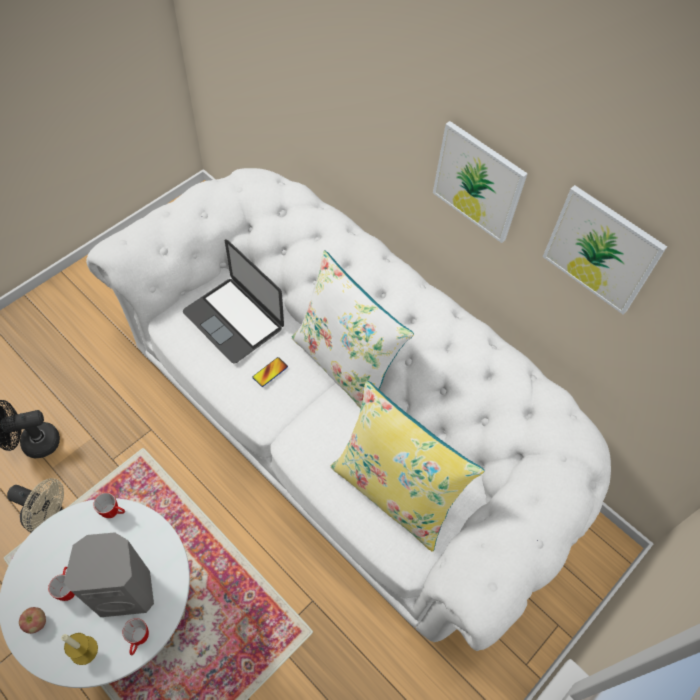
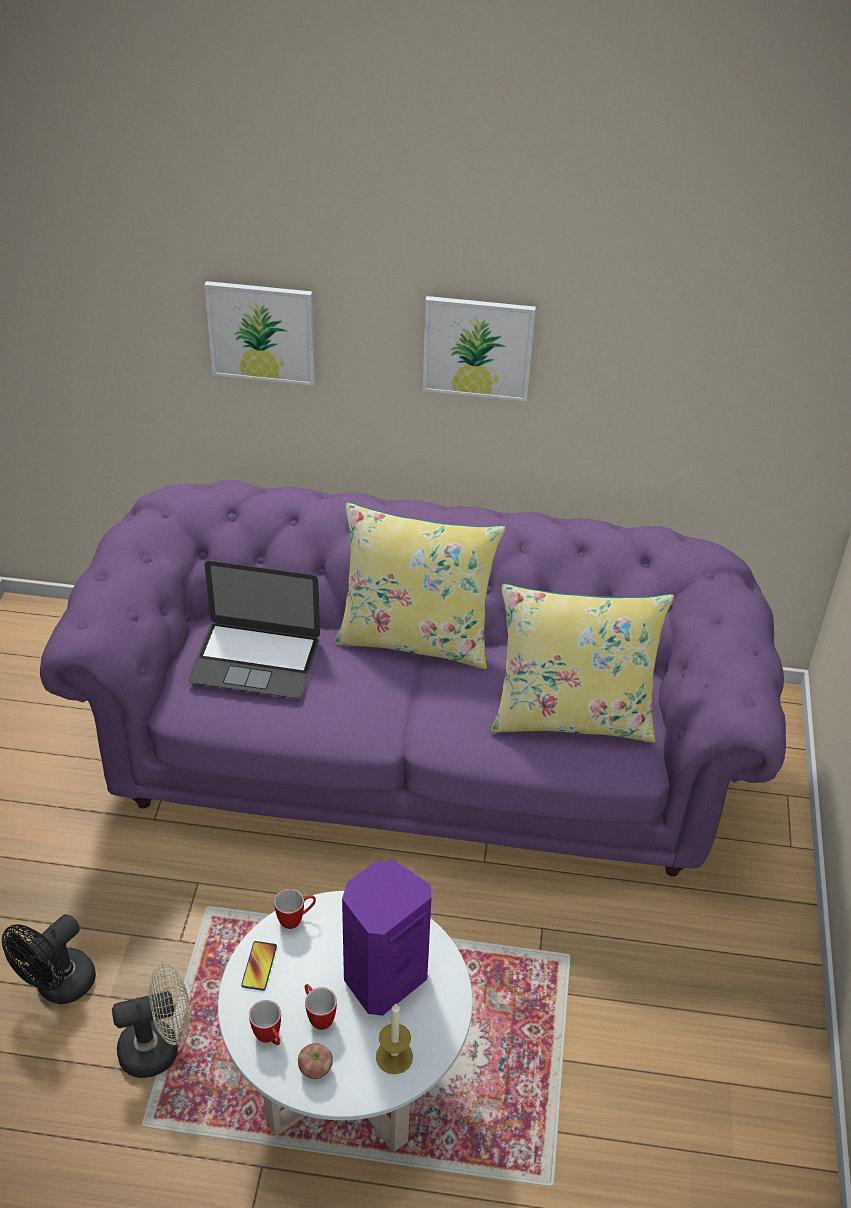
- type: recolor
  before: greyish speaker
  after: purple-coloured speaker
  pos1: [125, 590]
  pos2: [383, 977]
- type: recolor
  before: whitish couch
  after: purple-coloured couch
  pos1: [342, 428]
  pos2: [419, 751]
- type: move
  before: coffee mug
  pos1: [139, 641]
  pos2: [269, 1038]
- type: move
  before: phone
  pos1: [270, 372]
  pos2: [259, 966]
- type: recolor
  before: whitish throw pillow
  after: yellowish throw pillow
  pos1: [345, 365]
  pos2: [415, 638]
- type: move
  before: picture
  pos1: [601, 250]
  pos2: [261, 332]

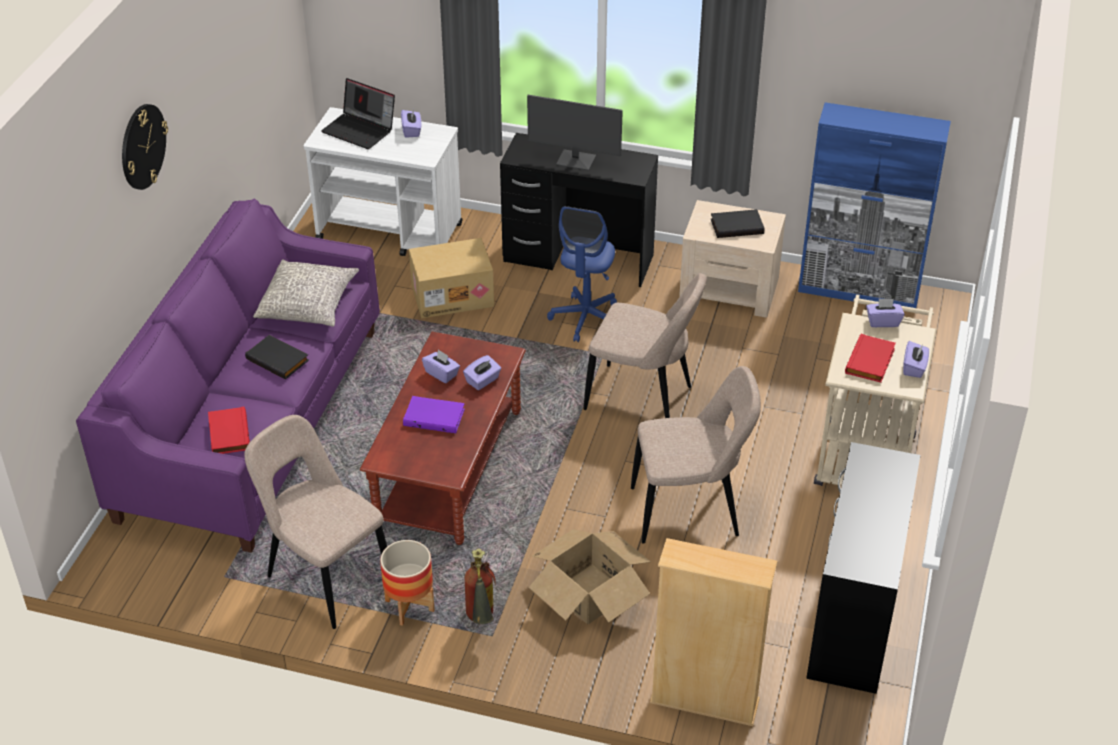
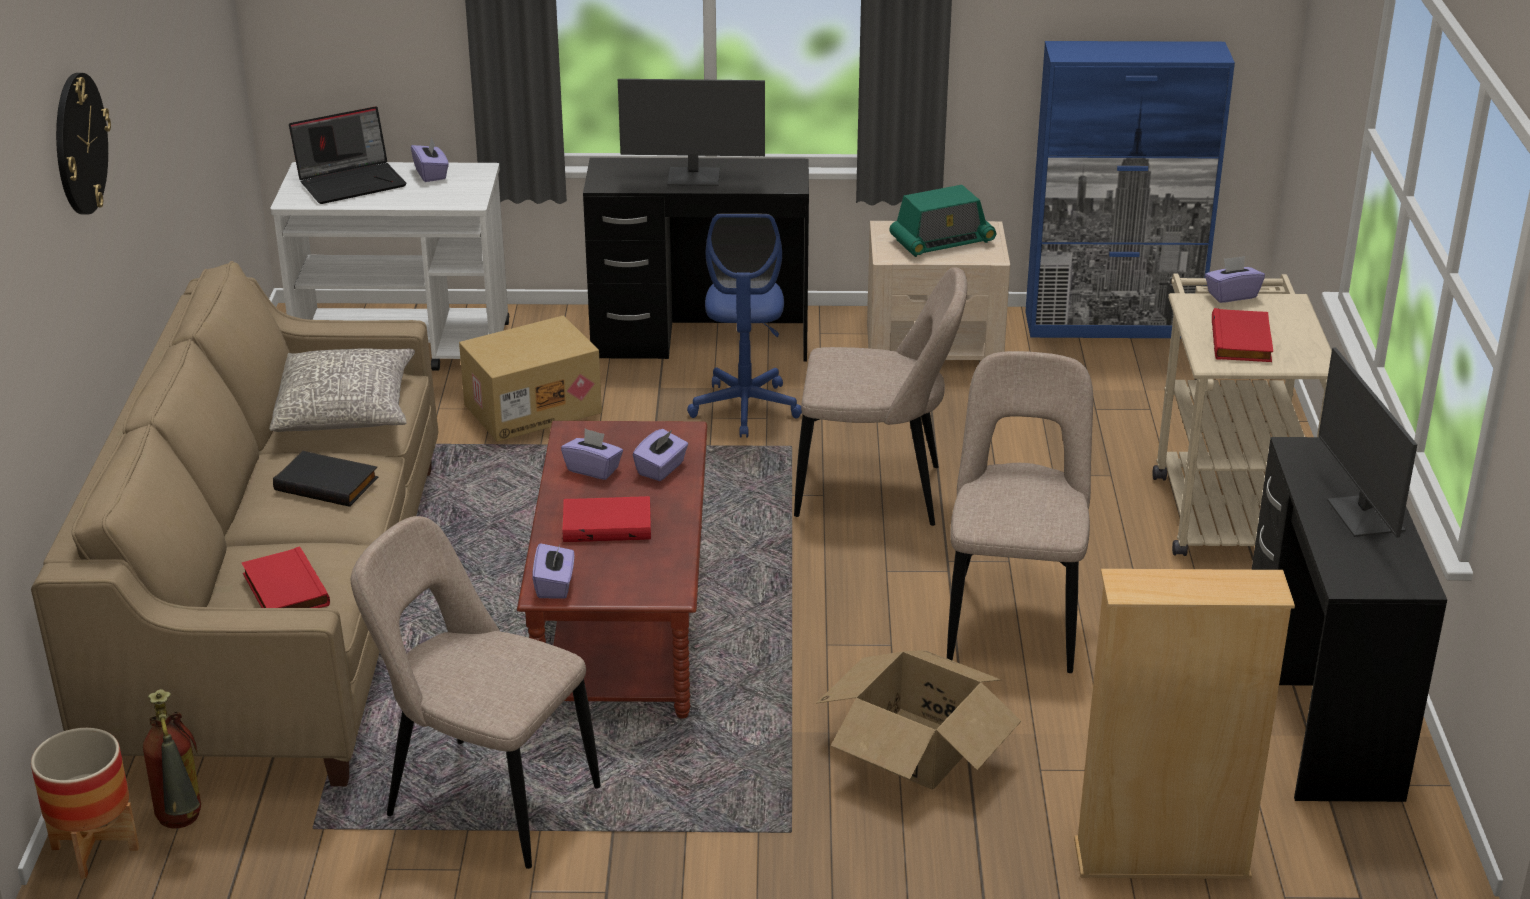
- type: recolor
  before: purple-coloured couch
  after: sand-coloured couch
  pos1: [252, 422]
  pos2: [279, 611]
- type: rotate
  before: portable computer
  pos1: [360, 130]
  pos2: [352, 181]
  turn: -45
- type: move
  before: planter
  pos1: [409, 606]
  pos2: [95, 848]
- type: recolor
  before: purple-coloured bound book
  after: red bound book
  pos1: [435, 416]
  pos2: [607, 523]
- type: move
  before: extinguisher
  pos1: [481, 623]
  pos2: [183, 828]
- type: rotate
  before: sand-coloured plain chair
  pos1: [690, 511]
  pos2: [1014, 618]
  turn: -60
- type: replace
  before: black-coloured bound book
  after: radio set
  pos1: [737, 226]
  pos2: [942, 241]
- type: move
  before: purple-coloured box of tissues
  pos1: [914, 368]
  pos2: [555, 585]
- type: insert
  after: computer screen
  pos2: [1363, 516]

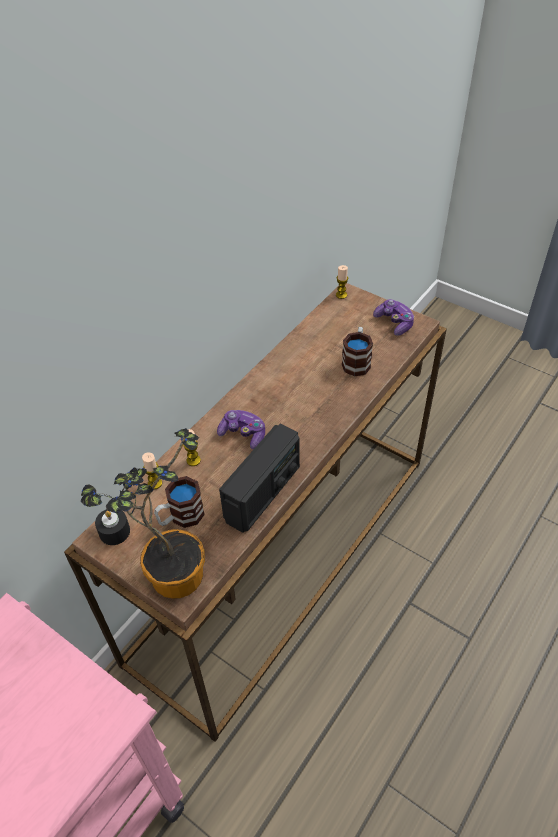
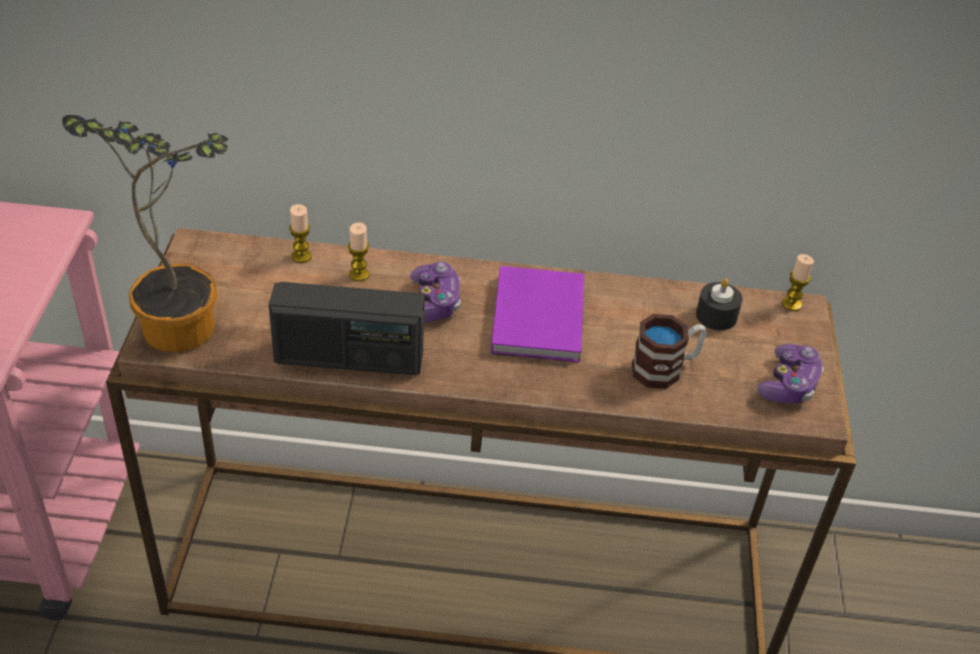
- type: move
  before: black-coloured candle
  pos1: [114, 532]
  pos2: [716, 316]
- type: delete
  before: coffee mug
  pos1: [180, 517]
- type: insert
  after: purple-coloured bound book
  pos2: [540, 316]

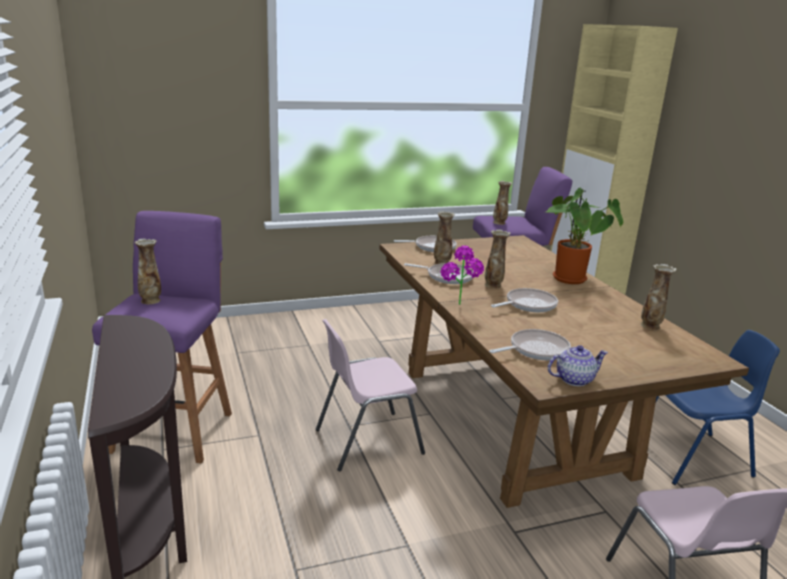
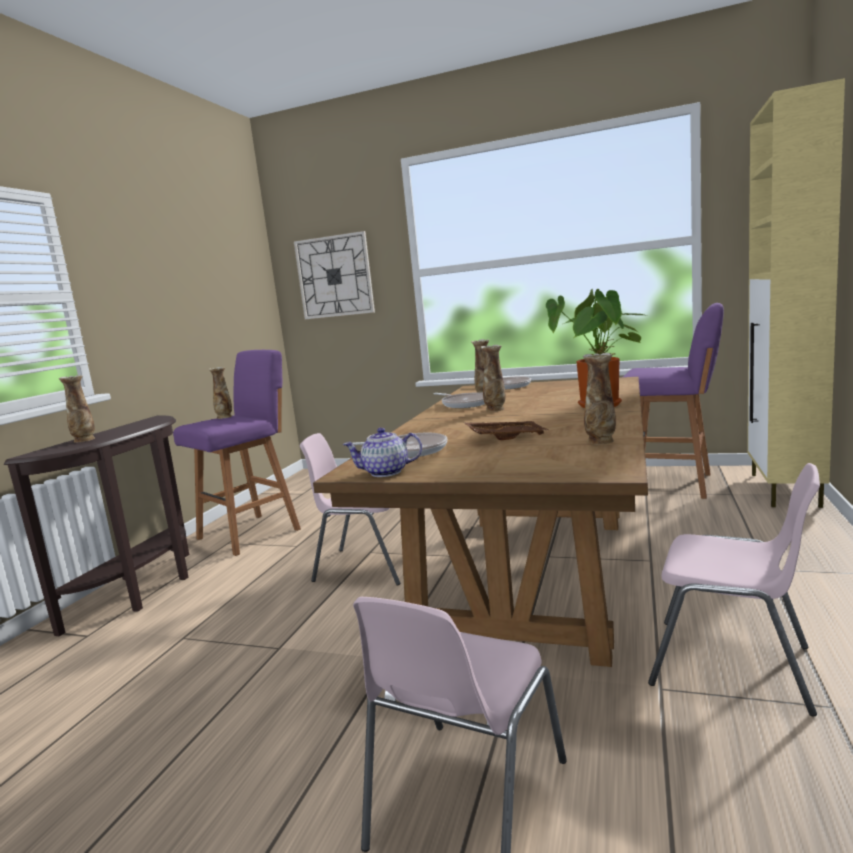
- type: delete
  before: potted plant
  pos1: [459, 307]
- type: delete
  before: frying pan
  pos1: [528, 305]
- type: move
  before: vase
  pos1: [499, 223]
  pos2: [84, 440]
- type: rotate
  before: teapot
  pos1: [573, 379]
  pos2: [386, 472]
  turn: 150
- type: recolor
  before: blue plain chair
  after: pinkish plain chair
  pos1: [694, 457]
  pos2: [733, 666]
- type: insert
  after: wall clock
  pos2: [334, 276]
- type: insert
  after: brownish tray
  pos2: [506, 437]

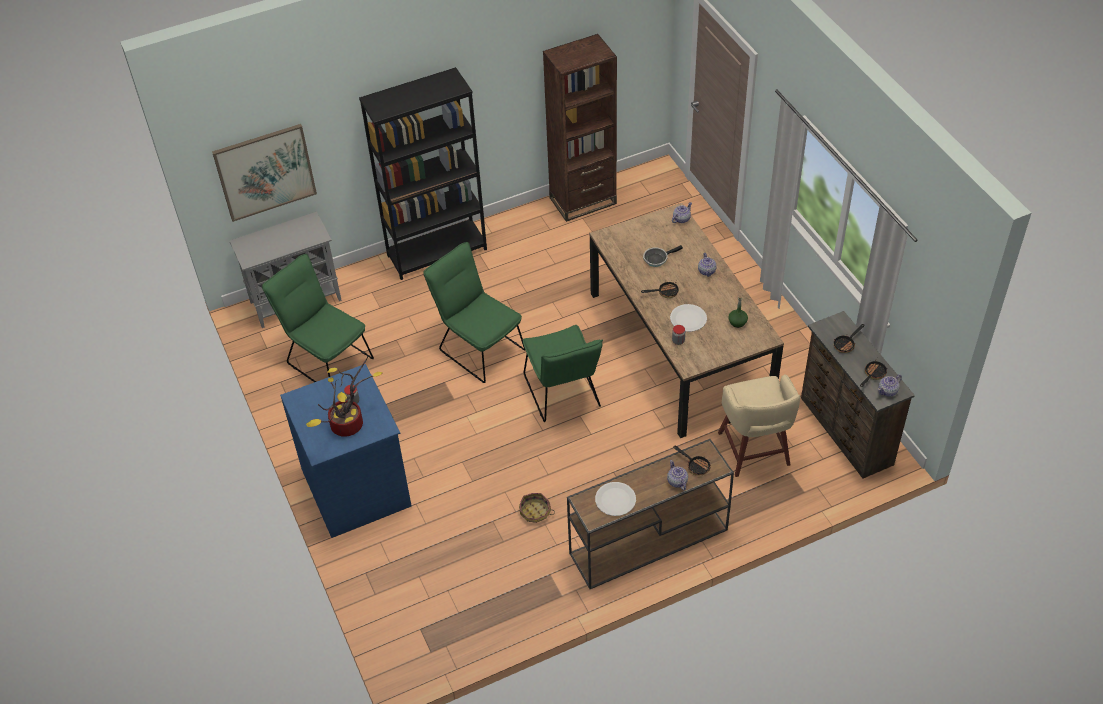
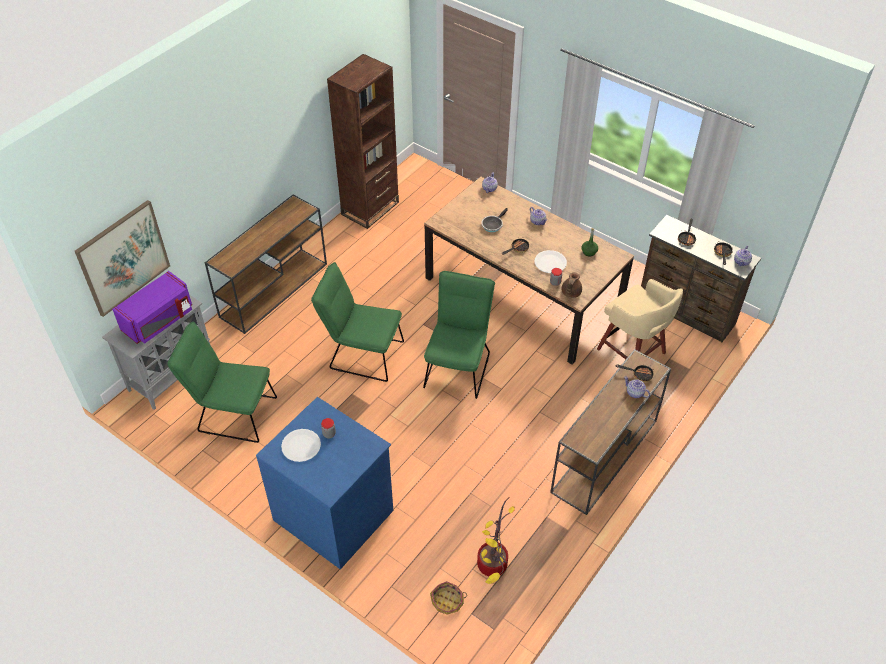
- type: move
  before: potted plant
  pos1: [347, 427]
  pos2: [494, 566]
- type: replace
  before: black-coloured shelving unit
  after: brownish console table
  pos1: [437, 252]
  pos2: [274, 289]
- type: move
  before: basket
  pos1: [535, 512]
  pos2: [447, 601]
- type: rotate
  before: greenish plain chair
  pos1: [563, 395]
  pos2: [458, 366]
  turn: -120
- type: move
  before: whitish flat dish
  pos1: [615, 500]
  pos2: [301, 446]
- type: insert
  after: purple-coloured microwave
  pos2: [159, 321]
- type: insert
  after: brownish teapot
  pos2: [570, 293]

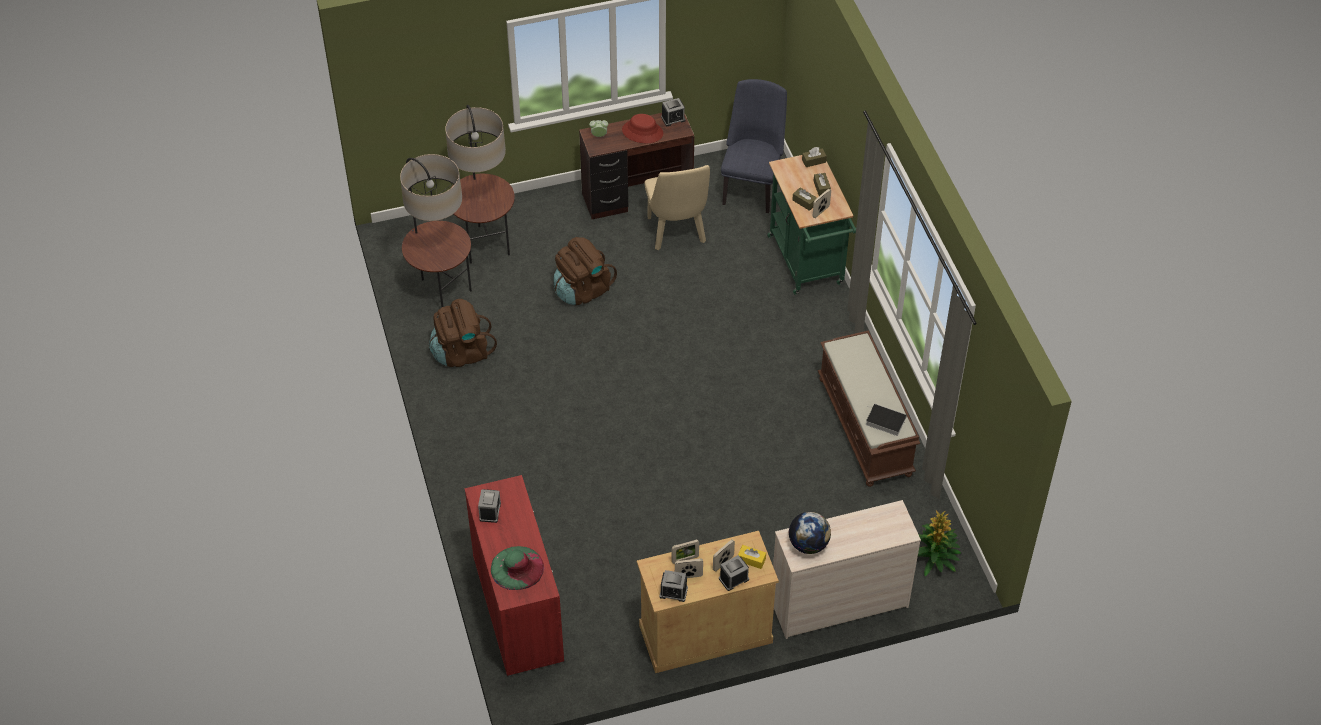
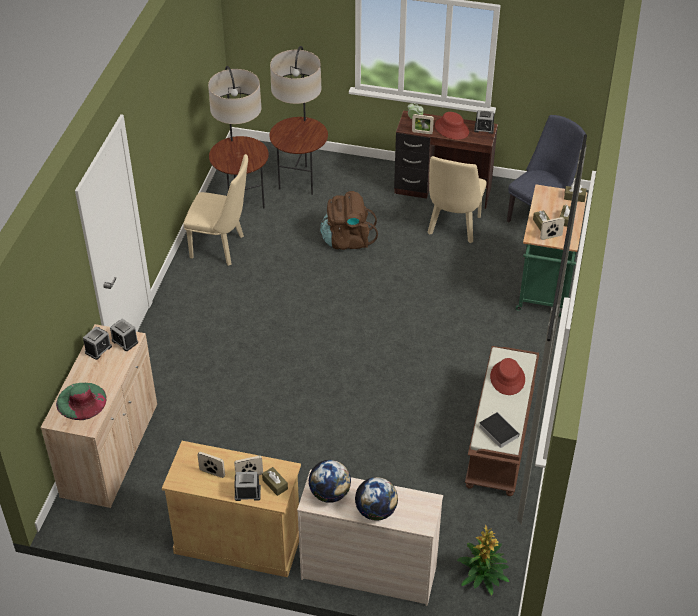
- type: replace
  before: brownish rucksack
  after: sand-coloured plain chair
  pos1: [462, 352]
  pos2: [222, 247]
- type: recolor
  before: red storage cabinet
  after: sand-coloured storage cabinet
  pos1: [518, 608]
  pos2: [110, 451]
- type: move
  before: alarm clock
  pos1: [673, 592]
  pos2: [125, 341]
- type: move
  before: photo frame
  pos1: [685, 559]
  pos2: [422, 132]
- type: recolor
  before: yellowish box of tissues
  after: brownish box of tissues
  pos1: [751, 560]
  pos2: [275, 484]
- type: insert
  after: world globe
  pos2: [376, 511]
- type: insert
  after: red wearable hat
  pos2: [507, 378]

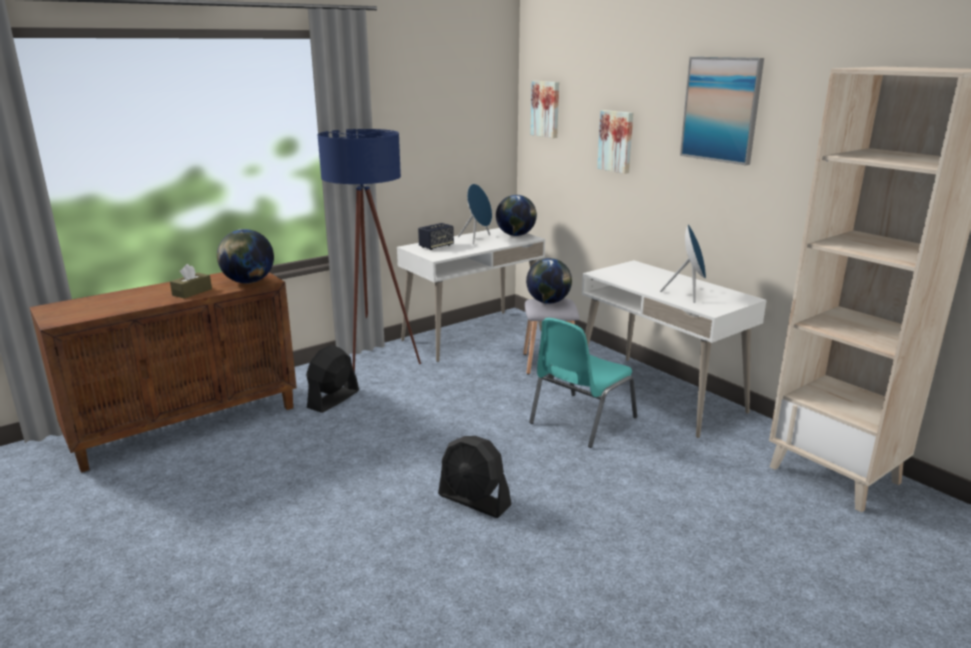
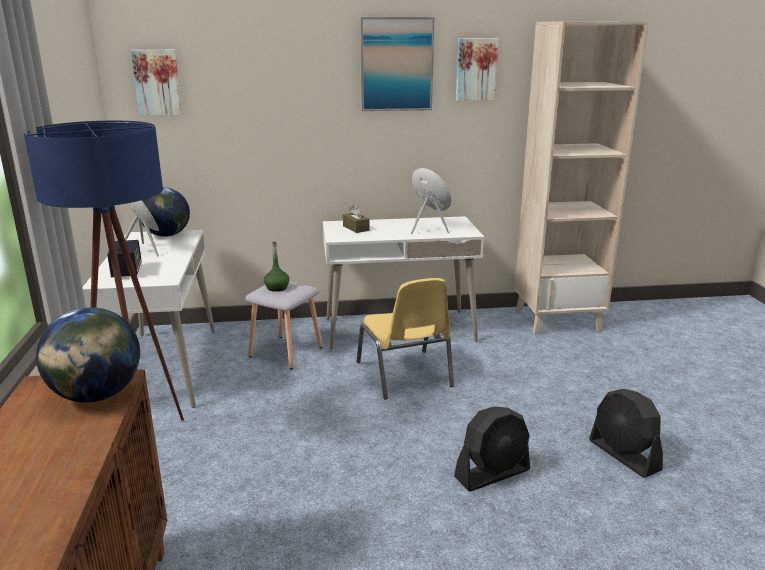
- type: move
  before: brownish box of tissues
  pos1: [192, 292]
  pos2: [356, 228]
- type: move
  before: black-coloured electric fan
  pos1: [333, 399]
  pos2: [624, 455]
- type: replace
  before: world globe
  after: greenish beverage bottle
  pos1: [548, 302]
  pos2: [277, 288]
- type: recolor
  before: turquoise plain chair
  after: yellowish plain chair
  pos1: [580, 420]
  pos2: [405, 375]
- type: move
  before: picture
  pos1: [616, 141]
  pos2: [476, 69]

